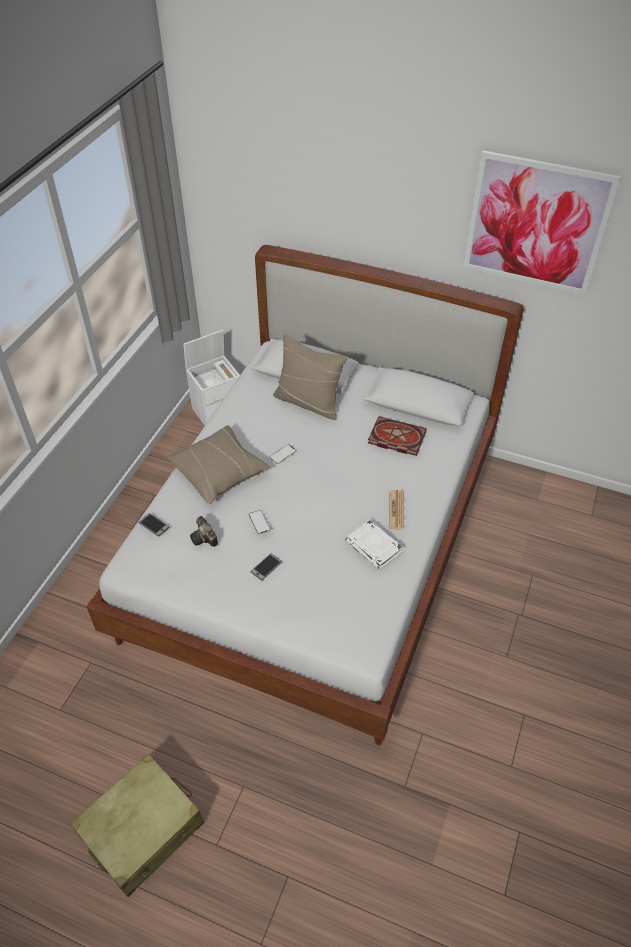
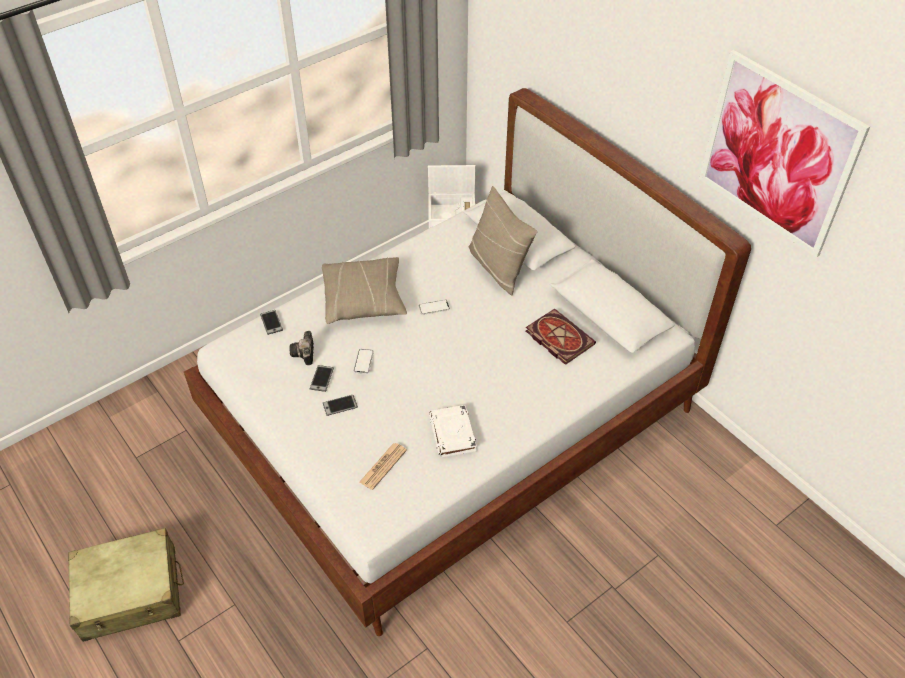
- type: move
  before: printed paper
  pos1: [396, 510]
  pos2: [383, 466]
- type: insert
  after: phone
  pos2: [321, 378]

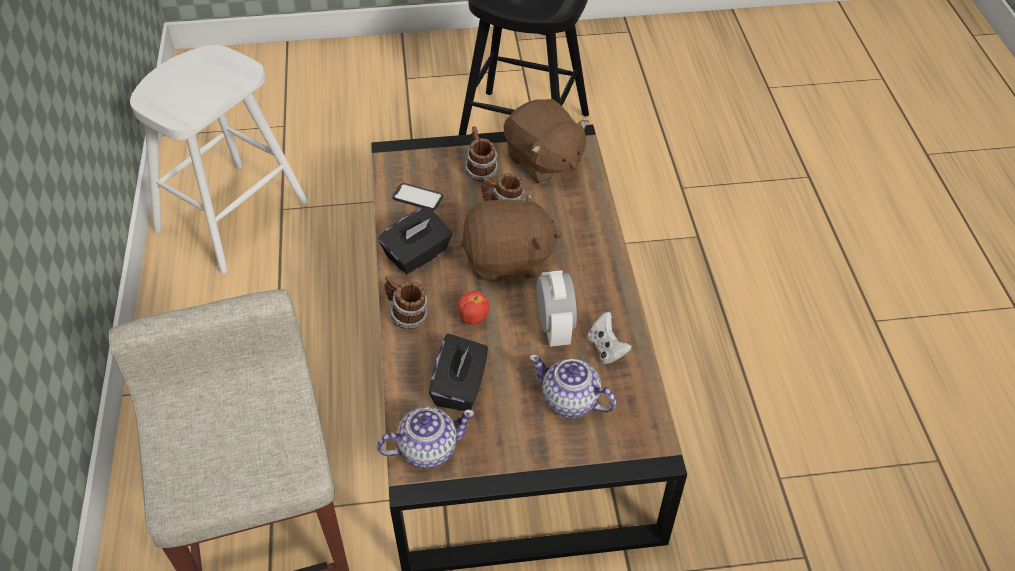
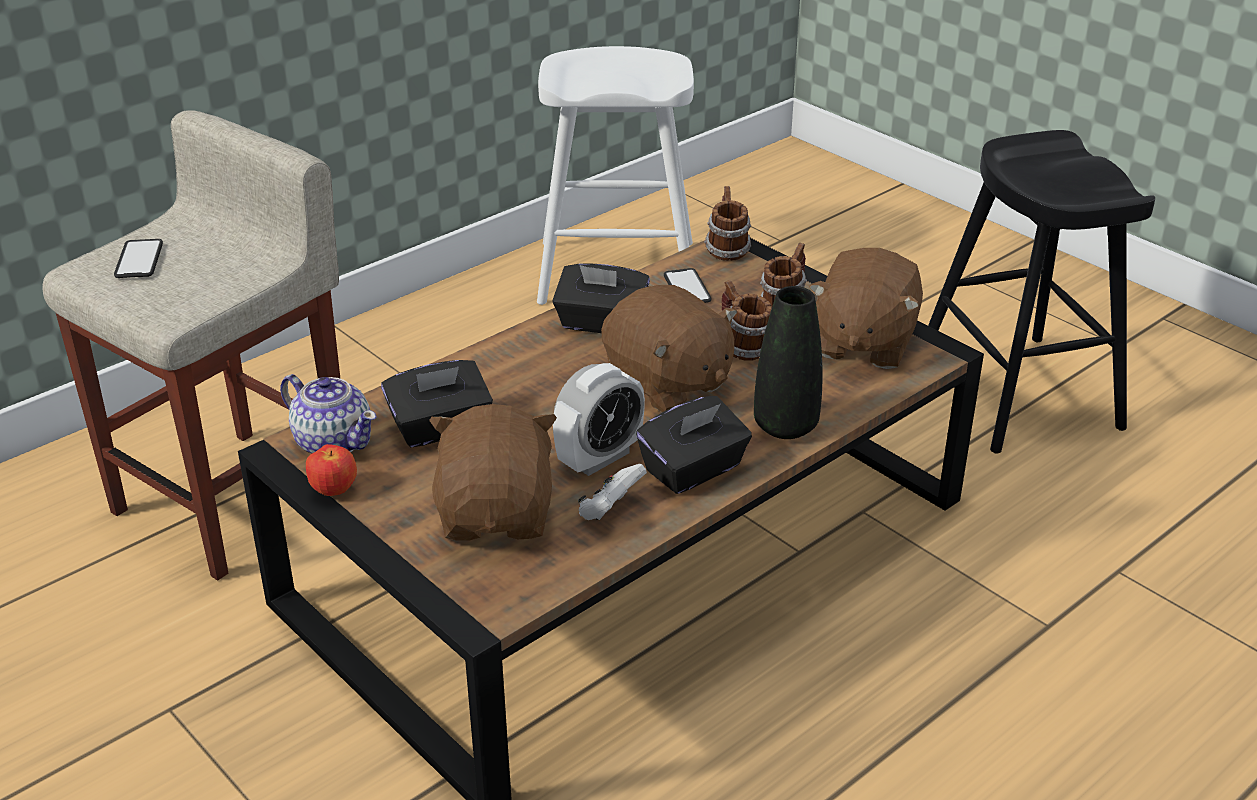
- type: move
  before: coffee mug
  pos1: [407, 316]
  pos2: [726, 250]
- type: move
  before: apple
  pos1: [474, 318]
  pos2: [334, 491]
- type: replace
  before: teapot
  after: brownish soft toy
  pos1: [570, 401]
  pos2: [497, 514]
- type: insert
  after: phone
  pos2: [139, 260]
- type: insert
  after: black-coloured box of tissues
  pos2: [694, 470]
- type: insert
  after: black-coloured vase
  pos2: [785, 426]

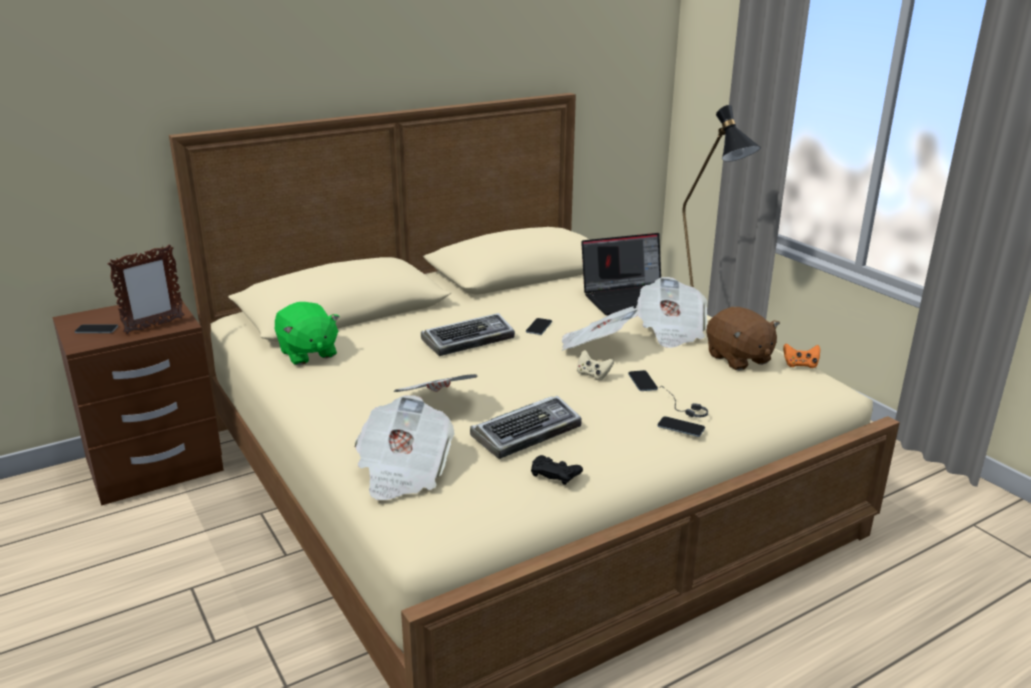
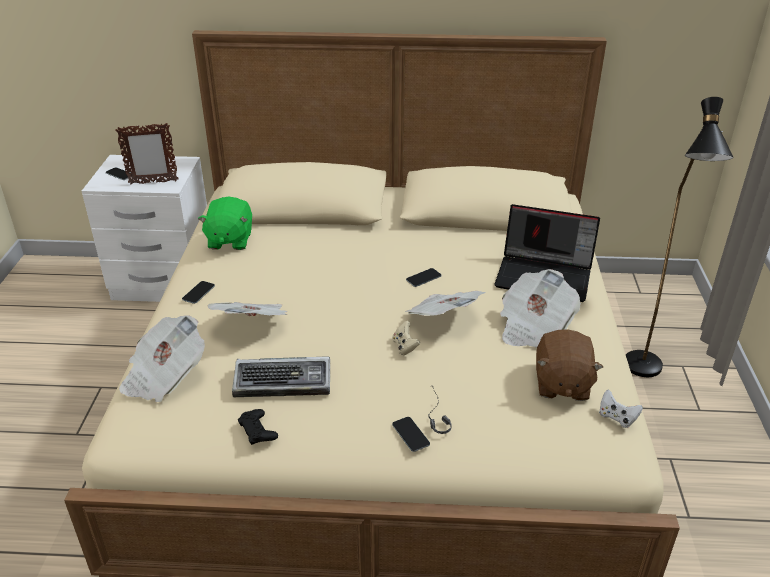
- type: recolor
  before: brownish nightstand
  after: whitish nightstand
  pos1: [155, 467]
  pos2: [164, 283]
- type: delete
  before: keyboard
  pos1: [469, 340]
- type: move
  before: phone
  pos1: [642, 381]
  pos2: [198, 292]
- type: recolor
  before: orangey joypad
  after: whitish joypad
  pos1: [800, 365]
  pos2: [617, 418]

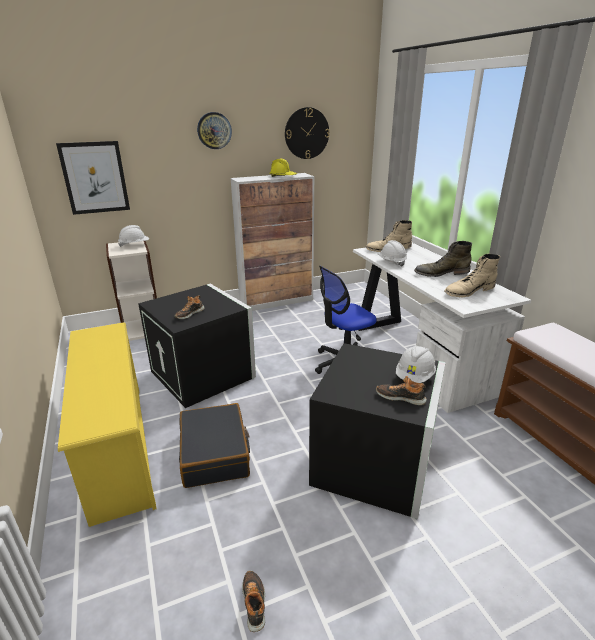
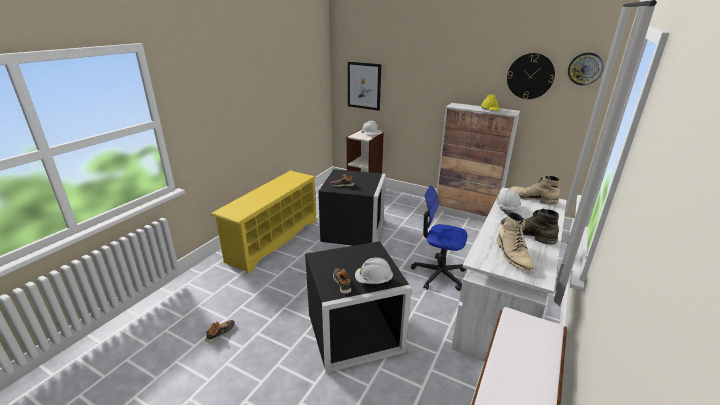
- type: delete
  before: black-coloured piece of luggage
  pos1: [215, 453]
- type: move
  before: wall clock
  pos1: [214, 130]
  pos2: [585, 69]
- type: rotate
  before: sand-coloured high-top boot
  pos1: [468, 291]
  pos2: [513, 255]
  turn: -120

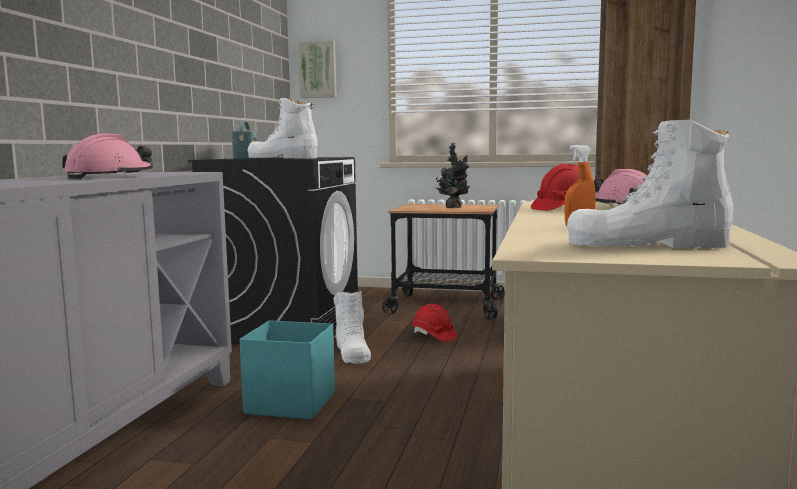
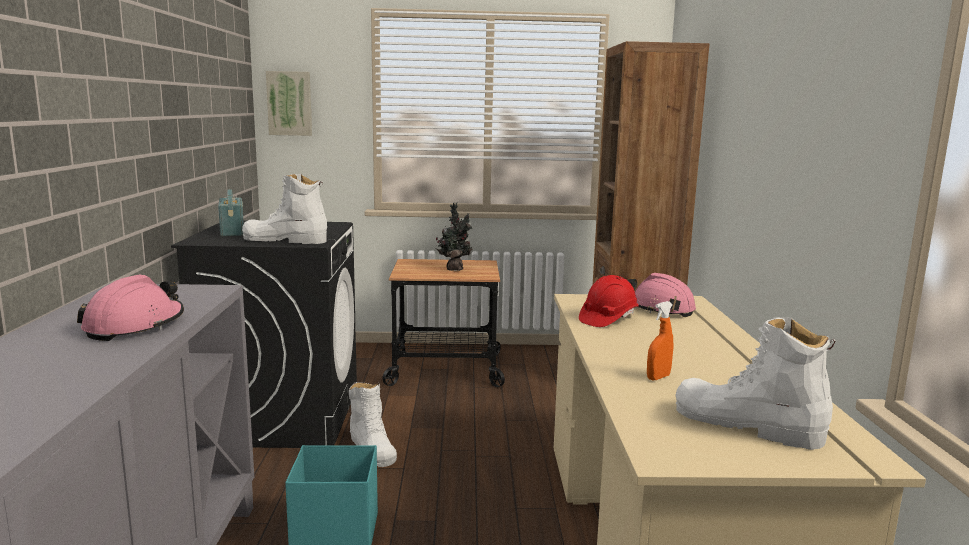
- type: delete
  before: red work helmet
  pos1: [434, 336]
- type: rotate
  before: whitish high-top boot
  pos1: [647, 245]
  pos2: [746, 425]
  turn: 45

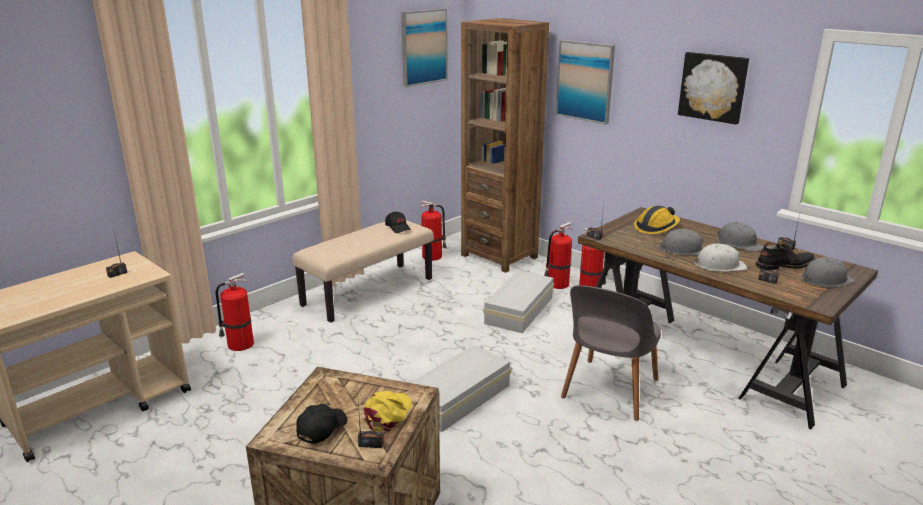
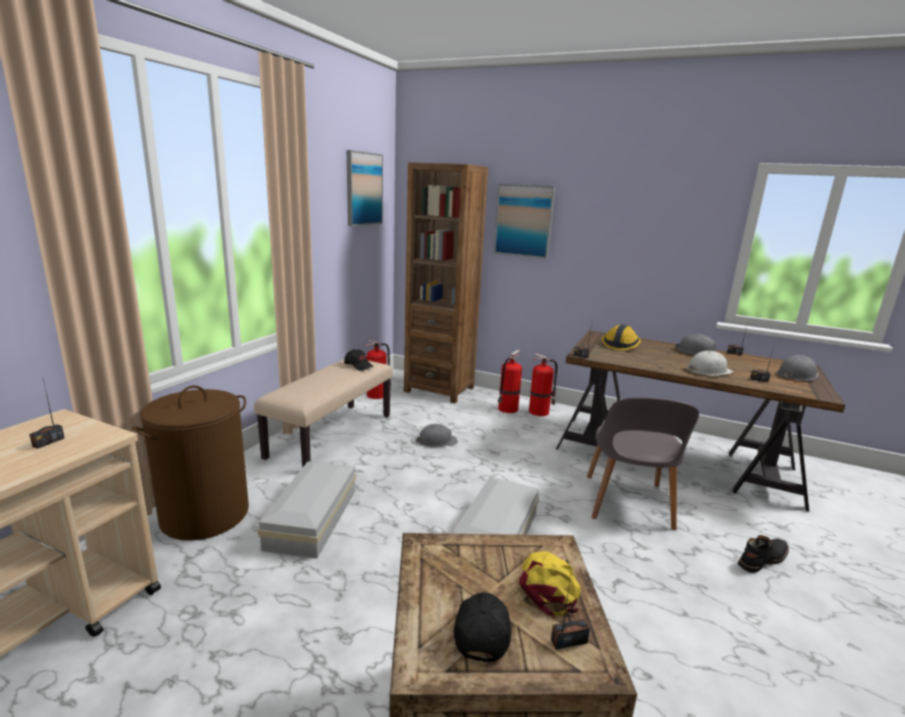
- type: replace
  before: extinguisher
  after: brownish hamper
  pos1: [239, 344]
  pos2: [205, 515]
- type: move
  before: whitish storage container
  pos1: [521, 310]
  pos2: [314, 517]
- type: move
  before: greyish work helmet
  pos1: [683, 250]
  pos2: [436, 441]
- type: delete
  before: picture
  pos1: [713, 87]
- type: move
  before: black-coloured high-top boot
  pos1: [783, 265]
  pos2: [761, 559]

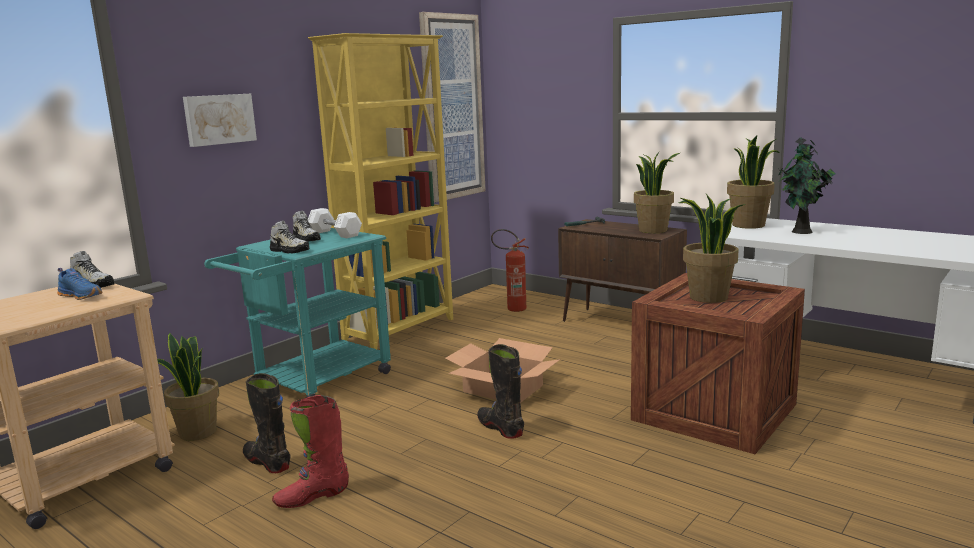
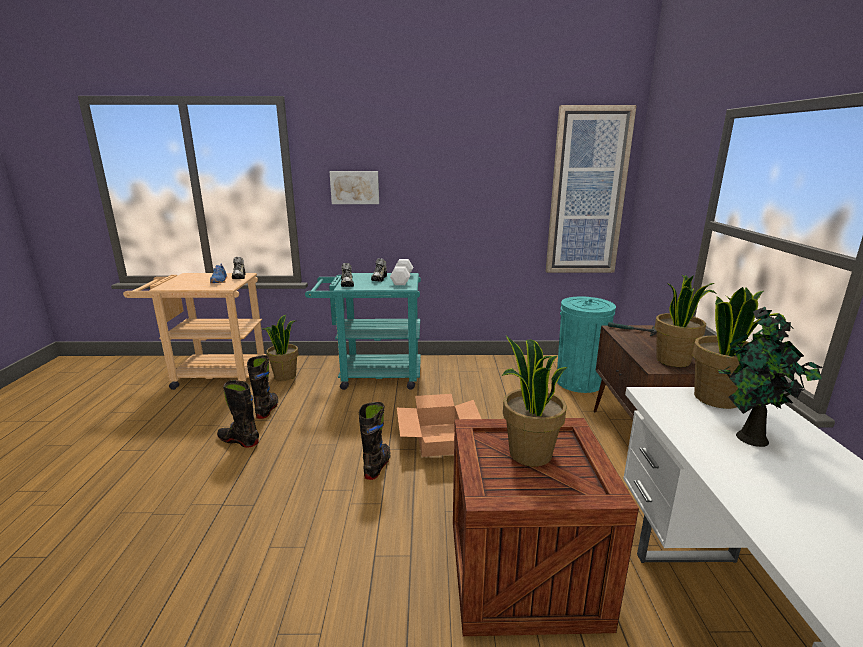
- type: recolor
  before: red high-top boot
  after: black-coloured high-top boot
  pos1: [312, 496]
  pos2: [239, 441]
- type: delete
  before: yellowish shelving unit
  pos1: [401, 330]
- type: replace
  before: extinguisher
  after: turquoise waste bin
  pos1: [512, 309]
  pos2: [579, 382]

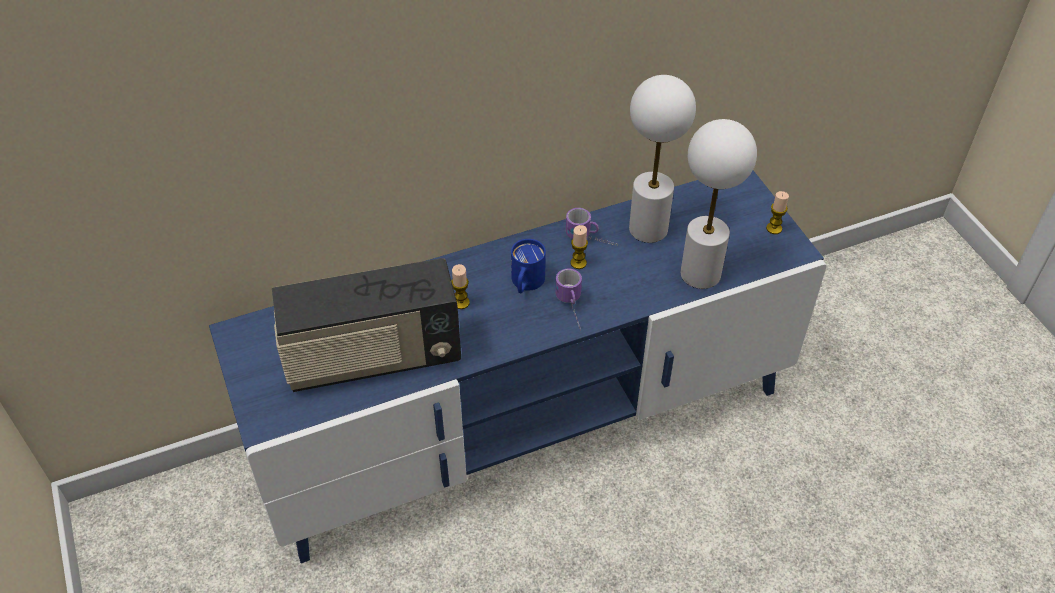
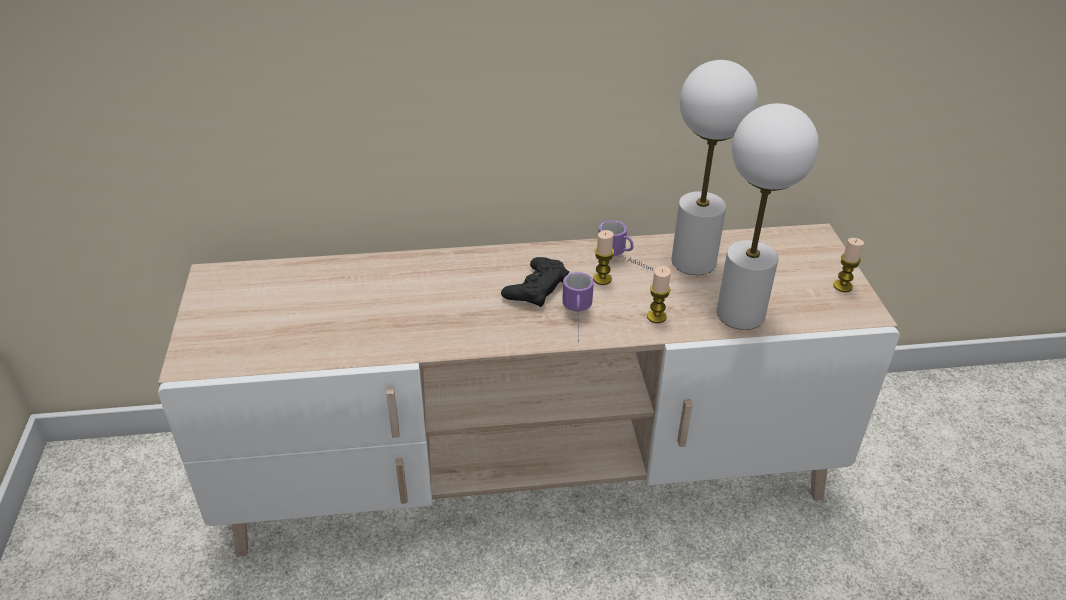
- type: recolor
  before: blue tv stand
  after: sand-coloured tv stand
  pos1: [527, 424]
  pos2: [530, 470]
- type: delete
  before: radio set
  pos1: [373, 359]
- type: move
  before: candle
  pos1: [461, 302]
  pos2: [656, 317]
- type: replace
  before: blue coffee mug
  after: black-coloured joypad
  pos1: [526, 284]
  pos2: [536, 287]

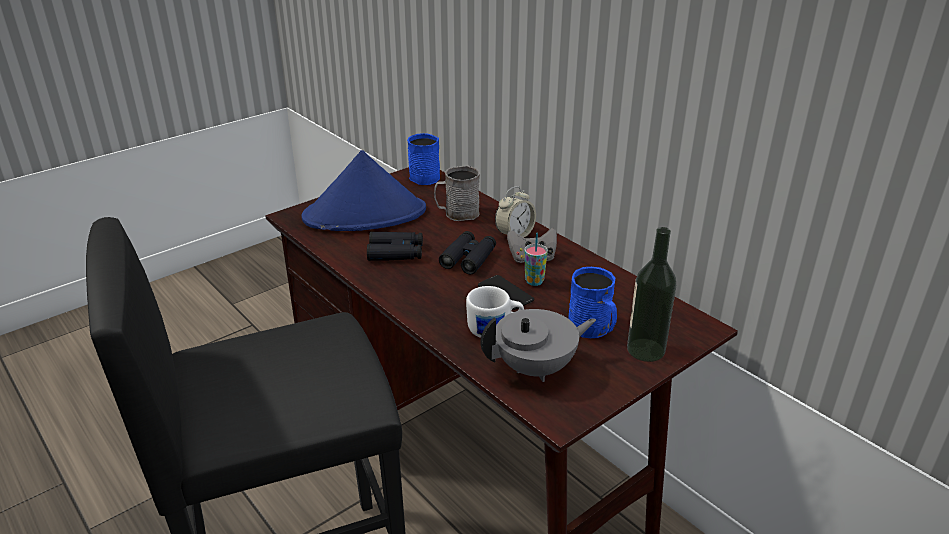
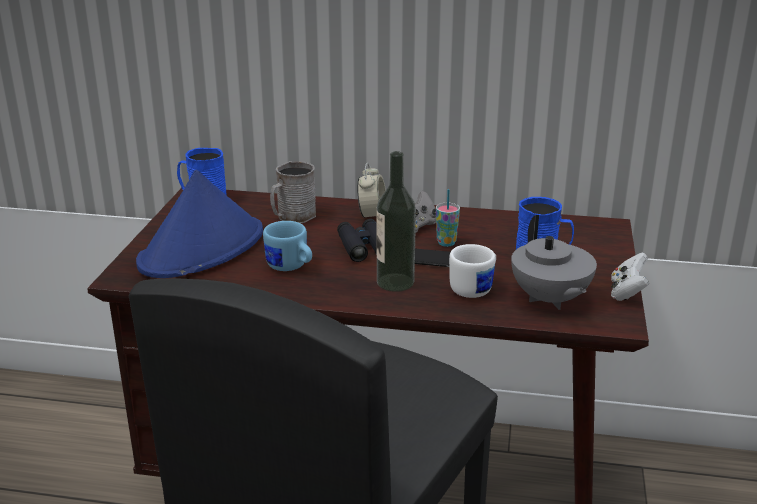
- type: replace
  before: black-coloured pair of binoculars
  after: blue coffee mug
  pos1: [396, 253]
  pos2: [290, 267]
- type: rotate
  before: greyish teapot
  pos1: [536, 368]
  pos2: [549, 299]
  turn: 135
- type: move
  before: beverage bottle
  pos1: [645, 350]
  pos2: [395, 282]
- type: insert
  after: whitish joypad
  pos2: [627, 292]

